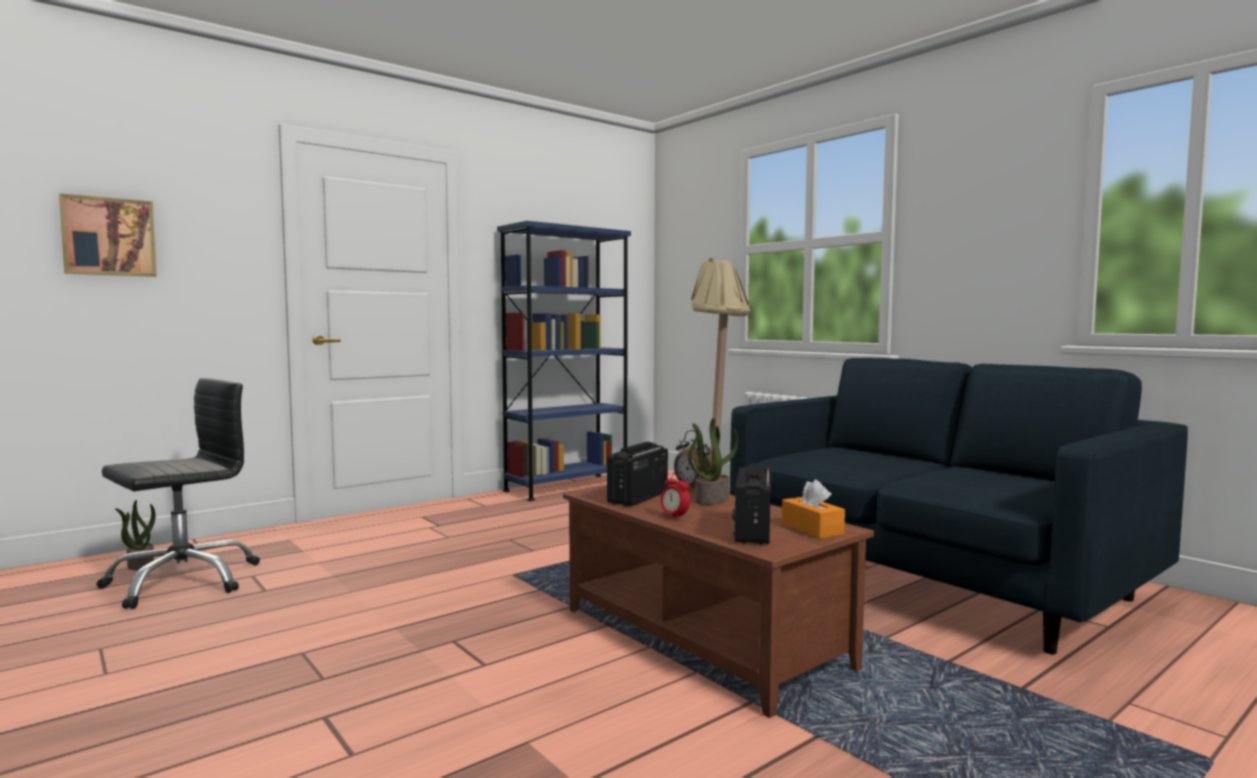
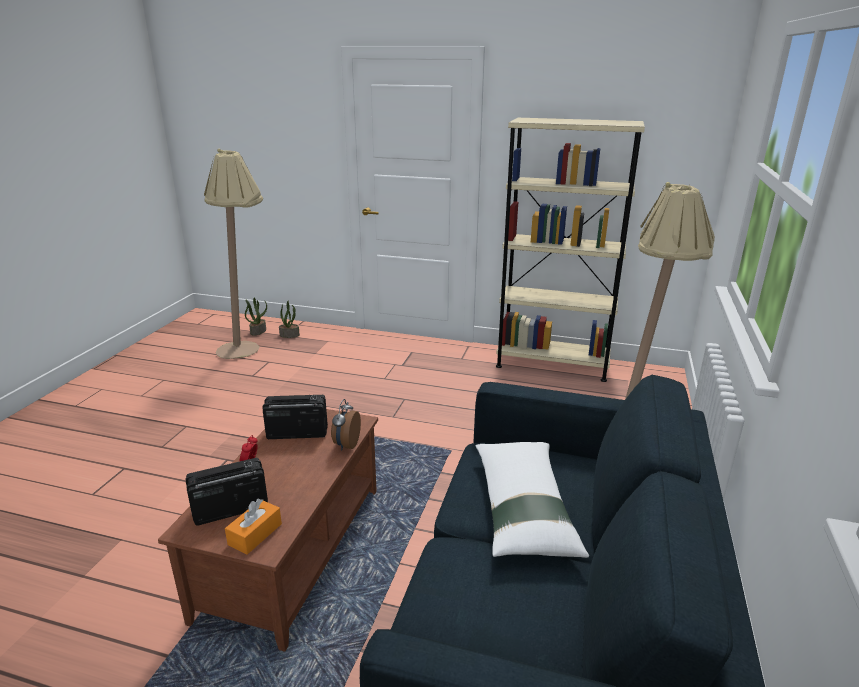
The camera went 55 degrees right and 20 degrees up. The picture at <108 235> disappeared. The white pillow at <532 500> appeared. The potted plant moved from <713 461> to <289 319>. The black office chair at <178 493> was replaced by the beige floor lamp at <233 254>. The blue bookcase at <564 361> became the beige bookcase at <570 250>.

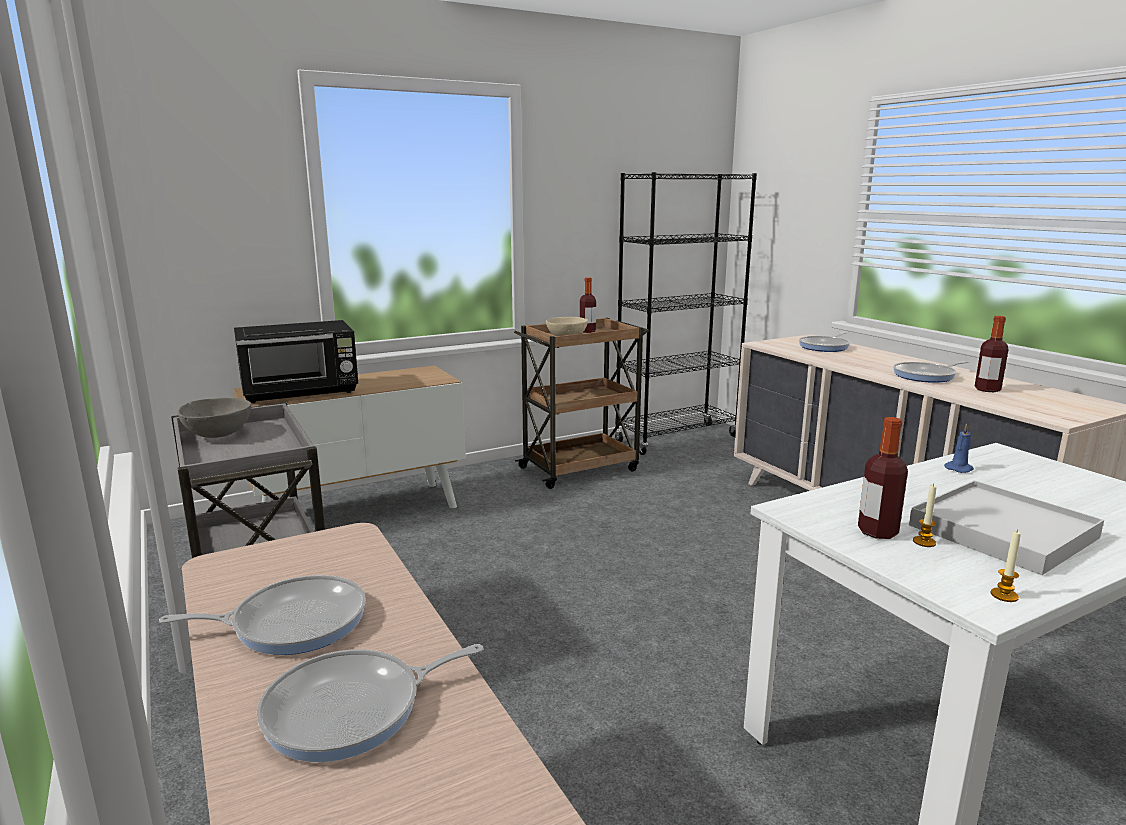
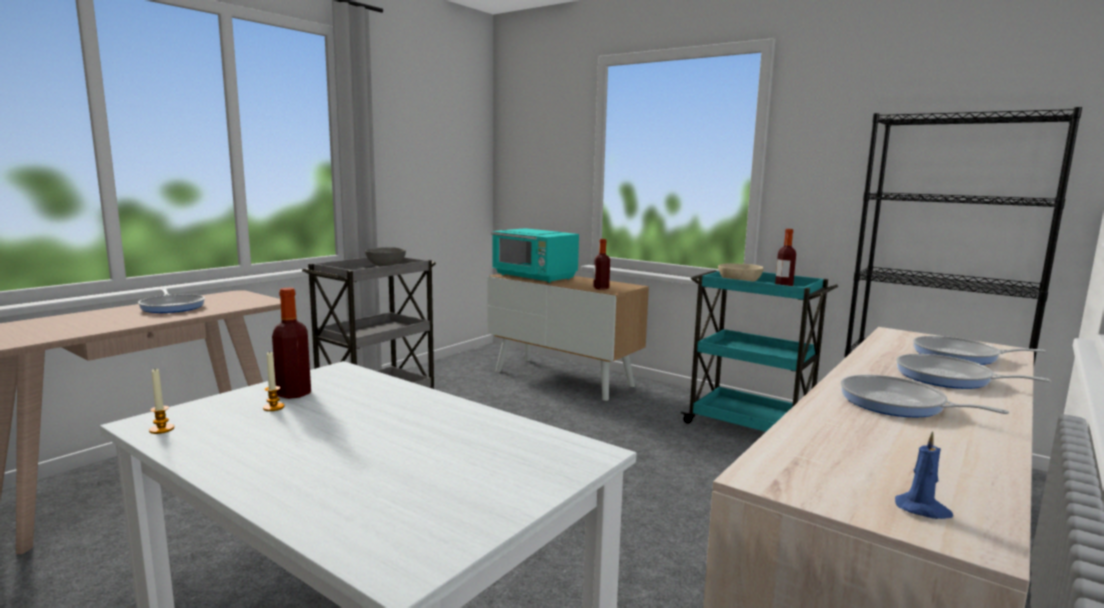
The camera went 65 degrees right and 5 degrees down. The white tray at <1006 528> disappeared. The frying pan moved from <370 703> to <973 371>. The blue candle moved from <959 448> to <924 475>. The bottle moved from <992 354> to <601 264>. The black microwave at <296 361> became the turquoise microwave at <535 255>. The brown cart at <581 403> became the turquoise cart at <759 351>.

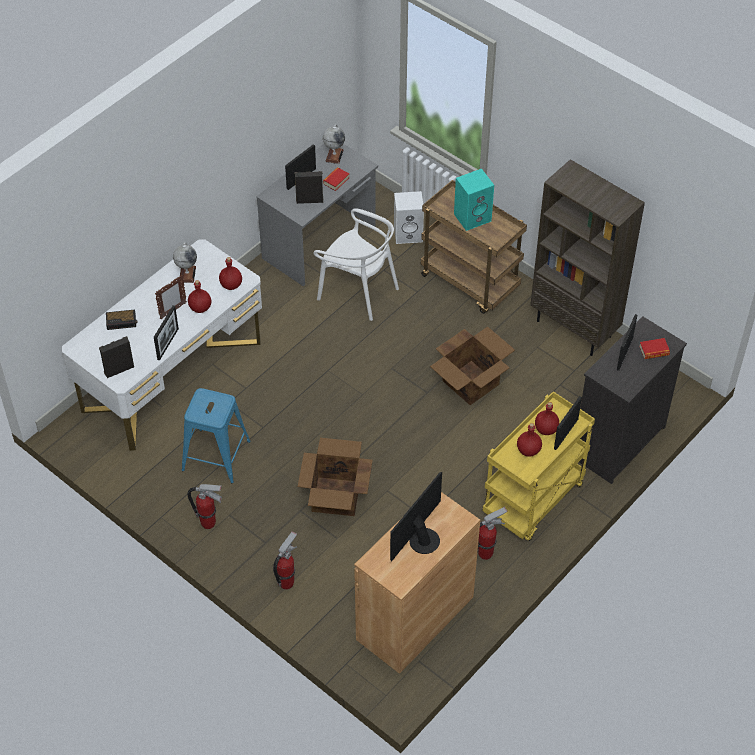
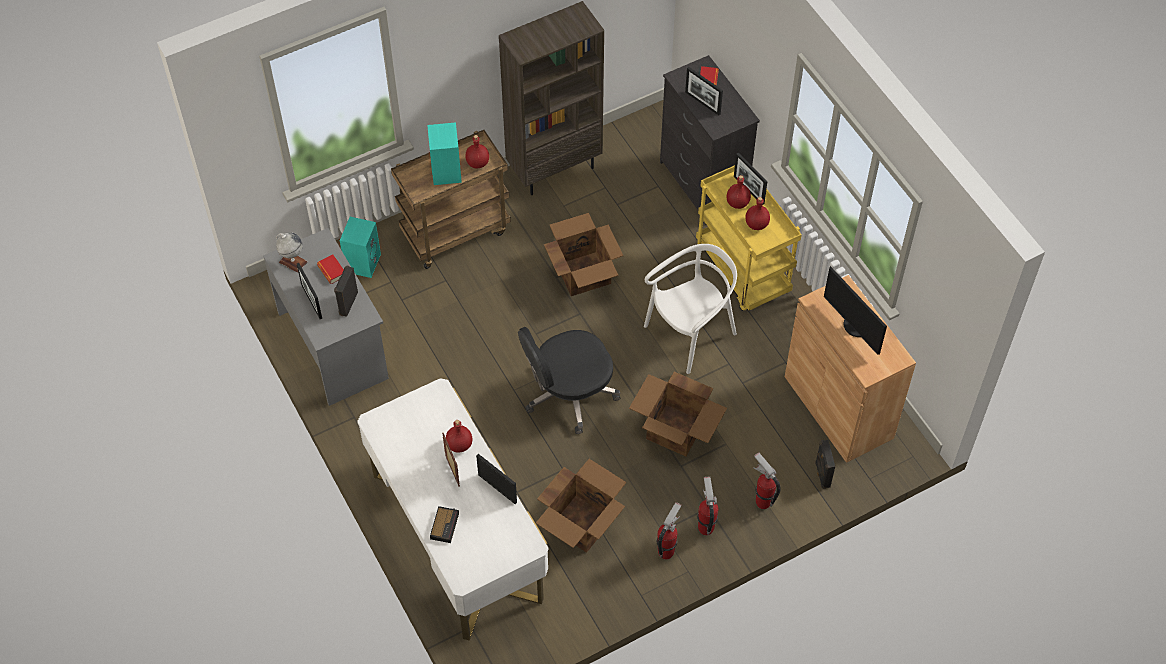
The camera went 70 degrees left and 5 degrees up. The globe at <185 262> disappeared. The black office chair at <569 380> appeared. The black speaker moved from <116 357> to <825 464>. The red bottle moved from <230 273> to <477 151>. The white chair moved from <356 264> to <690 309>. The fire extinguisher moved from <492 533> to <707 505>. The blue stool at <216 435> was replaced by the cardboard box at <581 506>. The white speaker at <409 217> became the turquoise speaker at <360 247>.

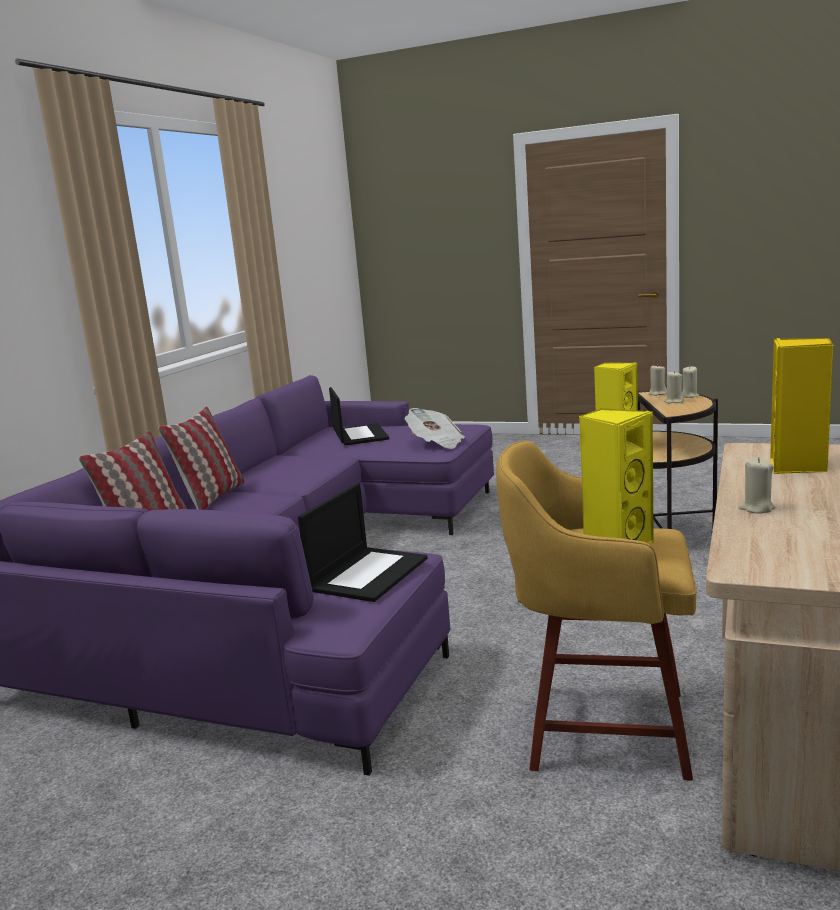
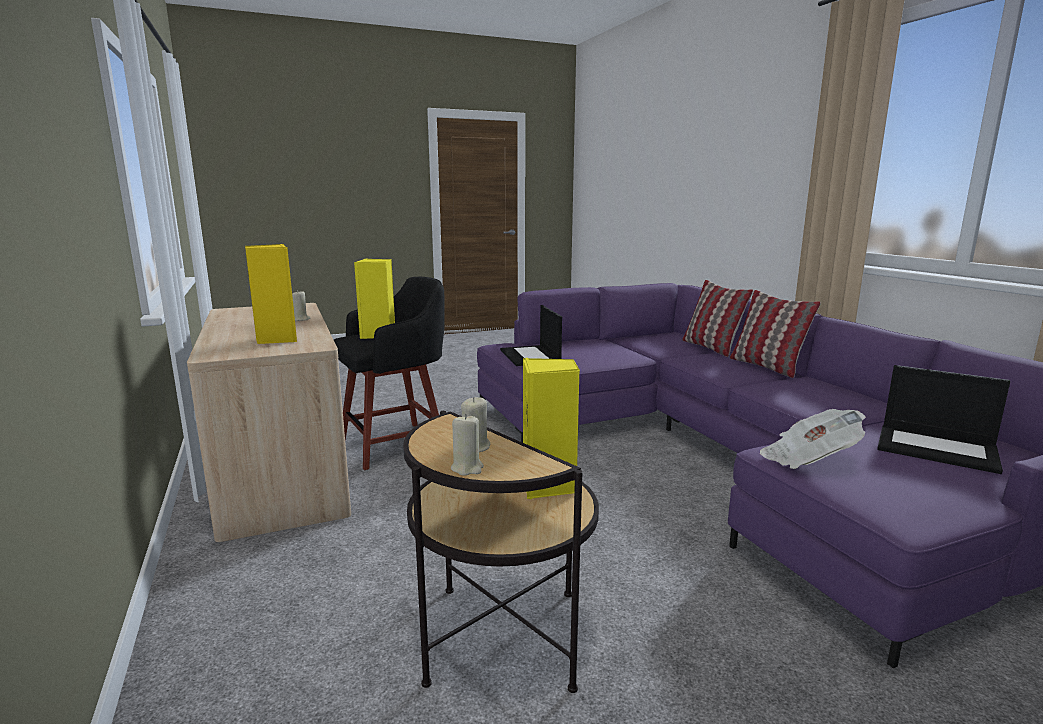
The camera went 135 degrees right and 0 degrees up. The beige candle at <658 380> disappeared. The yellow stool at <596 610> became the black stool at <389 373>.

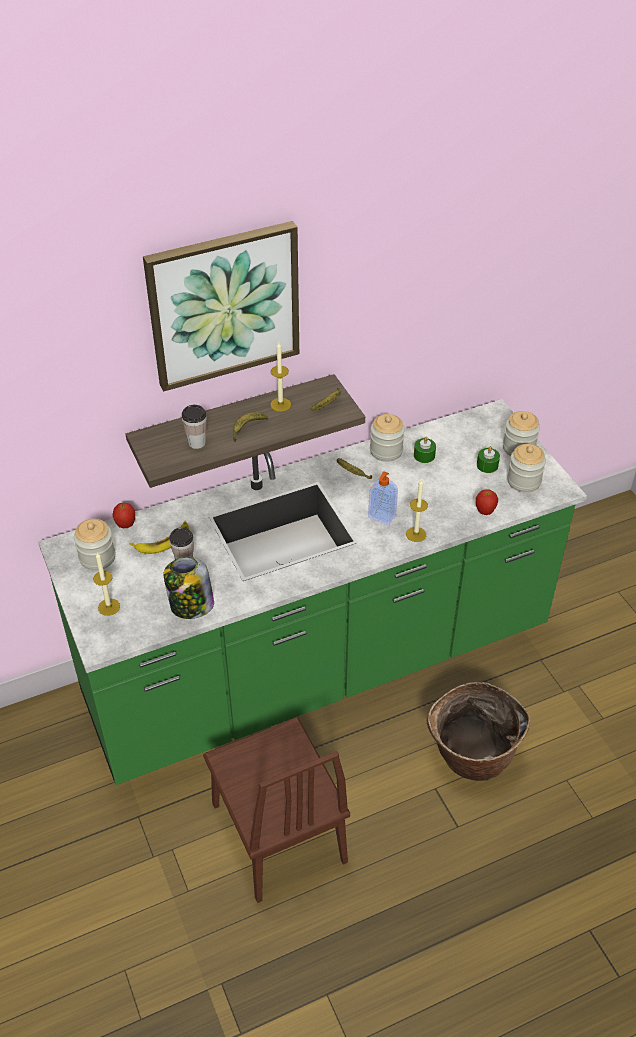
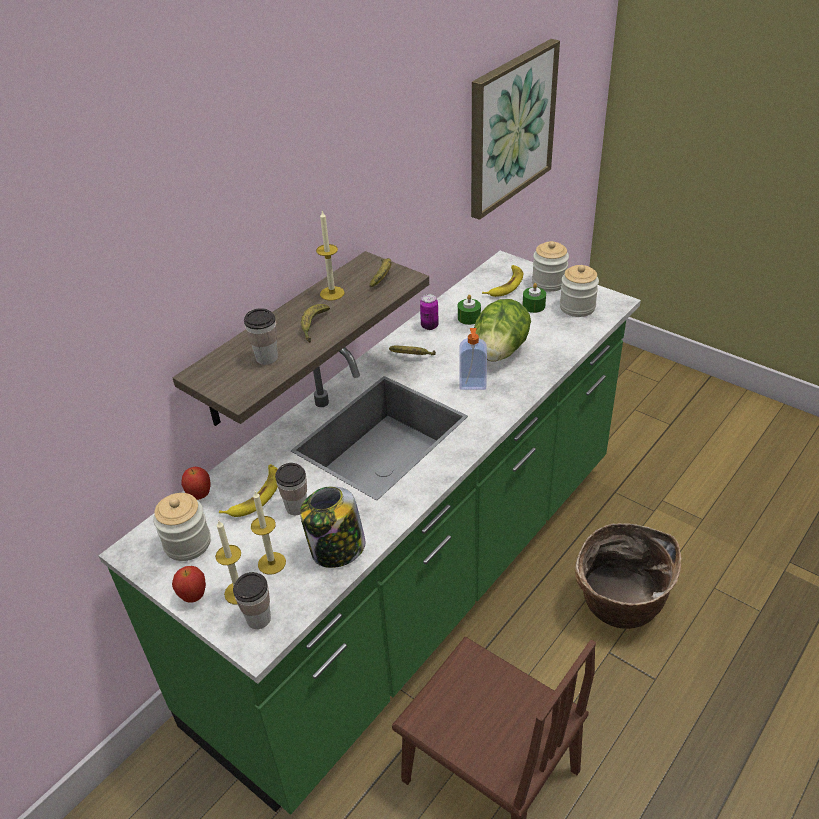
The camera went 25 degrees left and 5 degrees down. The cup at <252 600> appeared. The lettuce at <502 330> appeared. The banana at <502 281> appeared. The picture moved from <221 306> to <515 129>. The candle moved from <417 510> to <268 533>. The apple moved from <487 502> to <189 584>. The jar at <387 438> was replaced by the can at <429 312>.

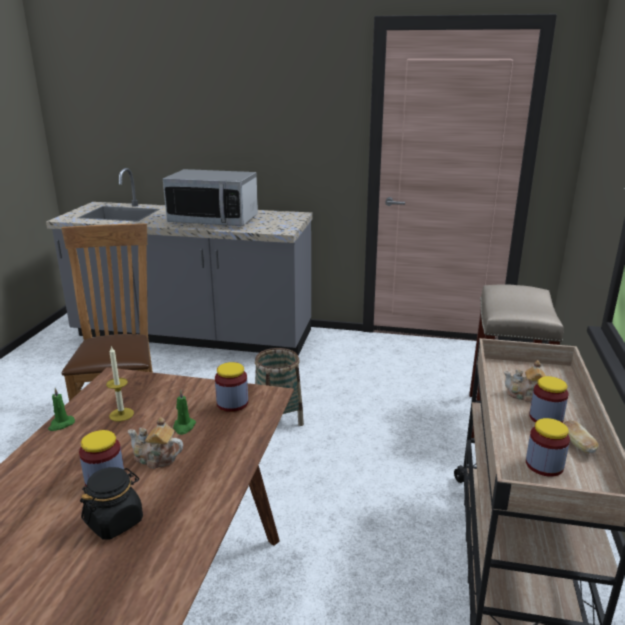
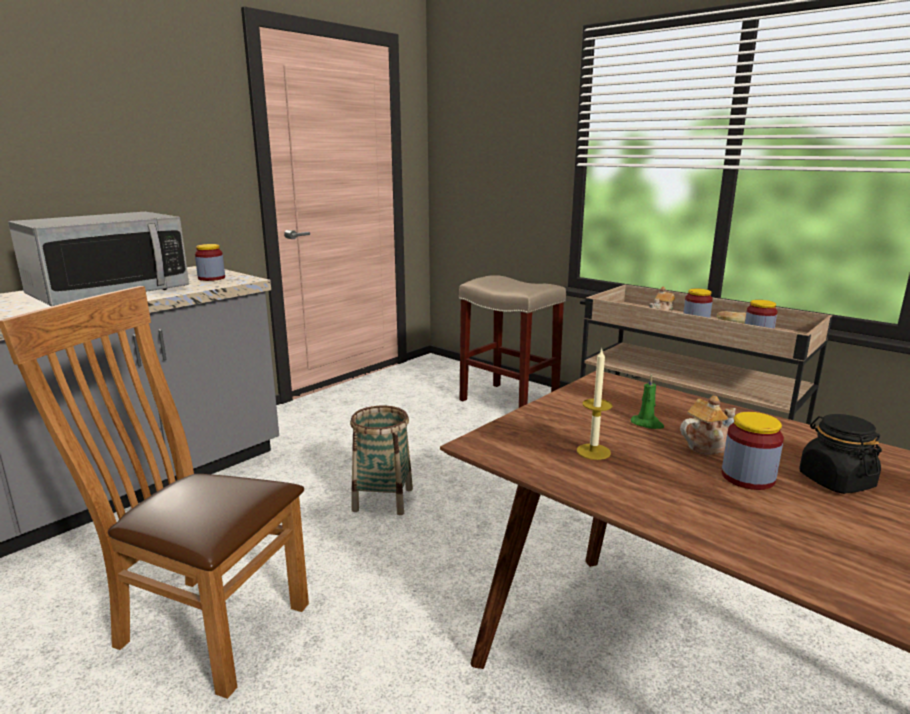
The camera went 60 degrees left and 5 degrees down. The green candle at <61 409> disappeared. The jar moved from <231 387> to <210 262>. The teapot at <155 443> turned 150 degrees counterclockwise.

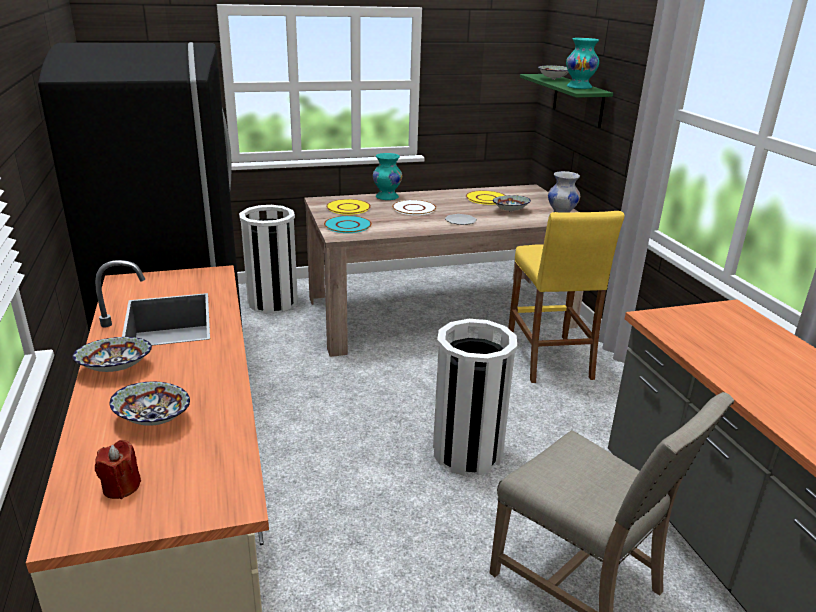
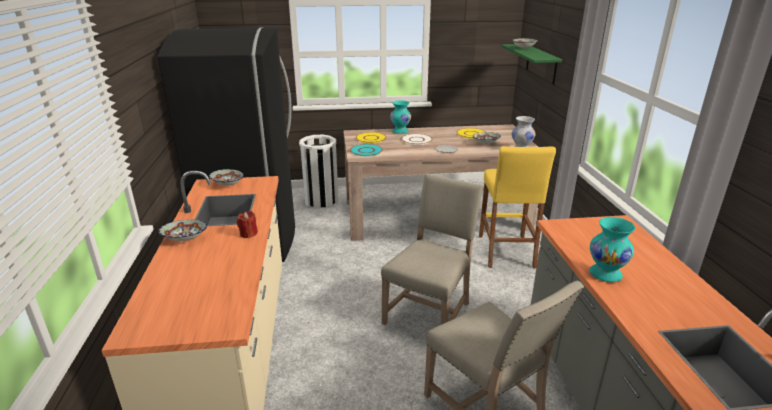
The camera went 10 degrees right and 0 degrees up. The red candle moved from <118 469> to <247 224>. The bowl moved from <150 404> to <226 177>. The turquoise vase moved from <582 63> to <612 249>. The white trash can at <475 397> was replaced by the beige chair at <432 249>.

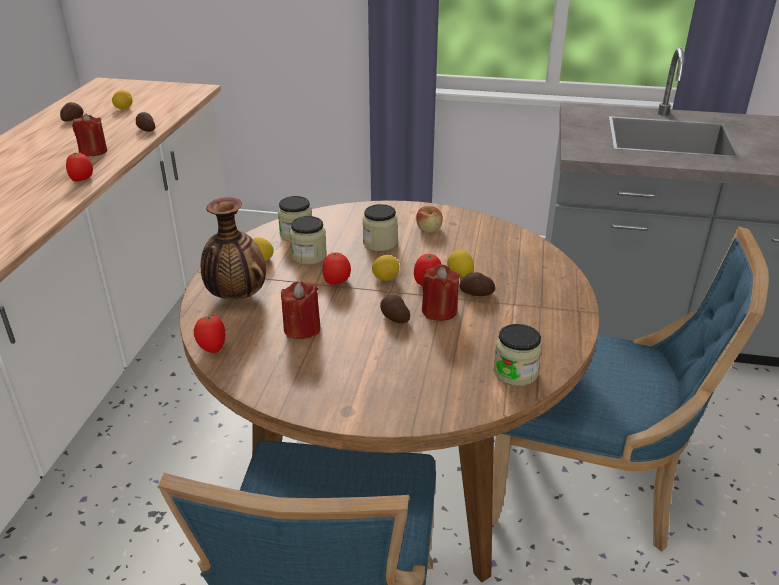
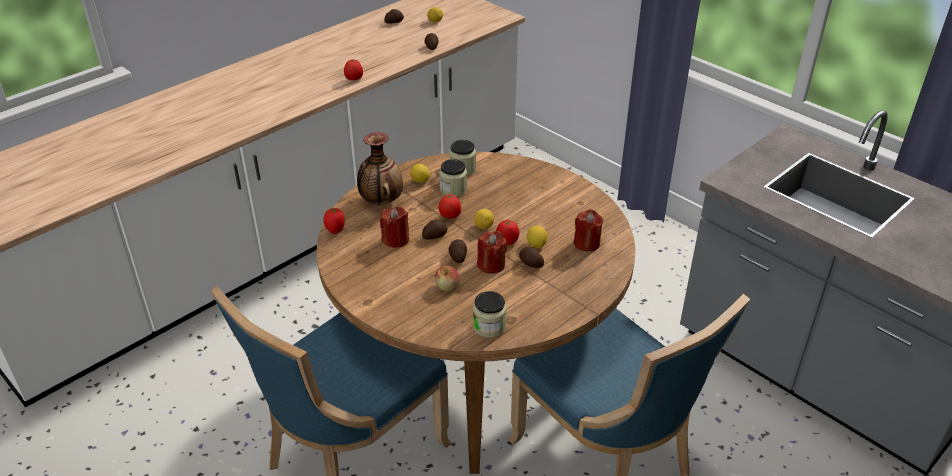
The camera went 35 degrees right and 5 degrees up. The jar at <380 227> disappeared. The potato at <435 230> appeared. The red candle moved from <89 134> to <589 230>. The apple moved from <429 219> to <447 278>.

